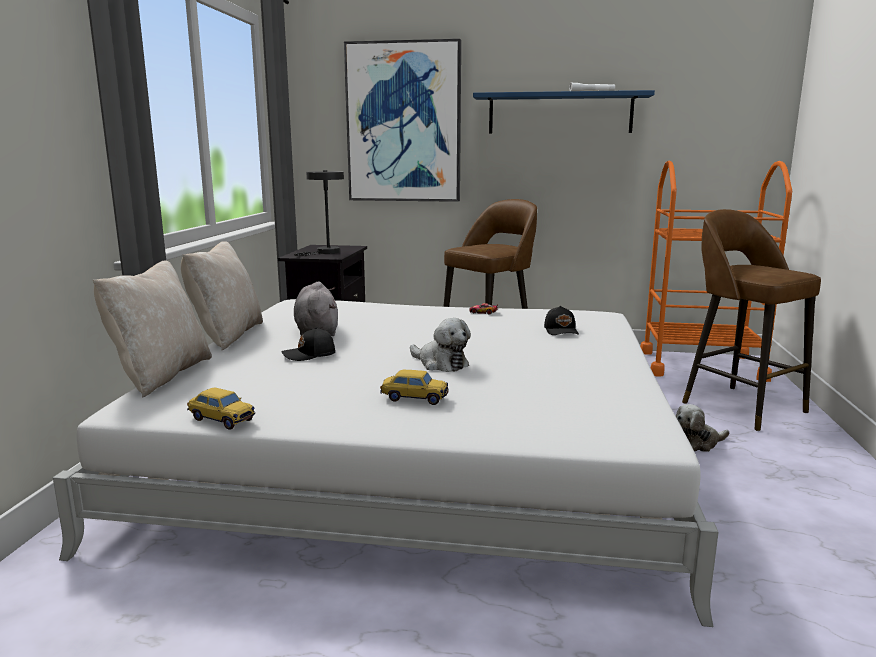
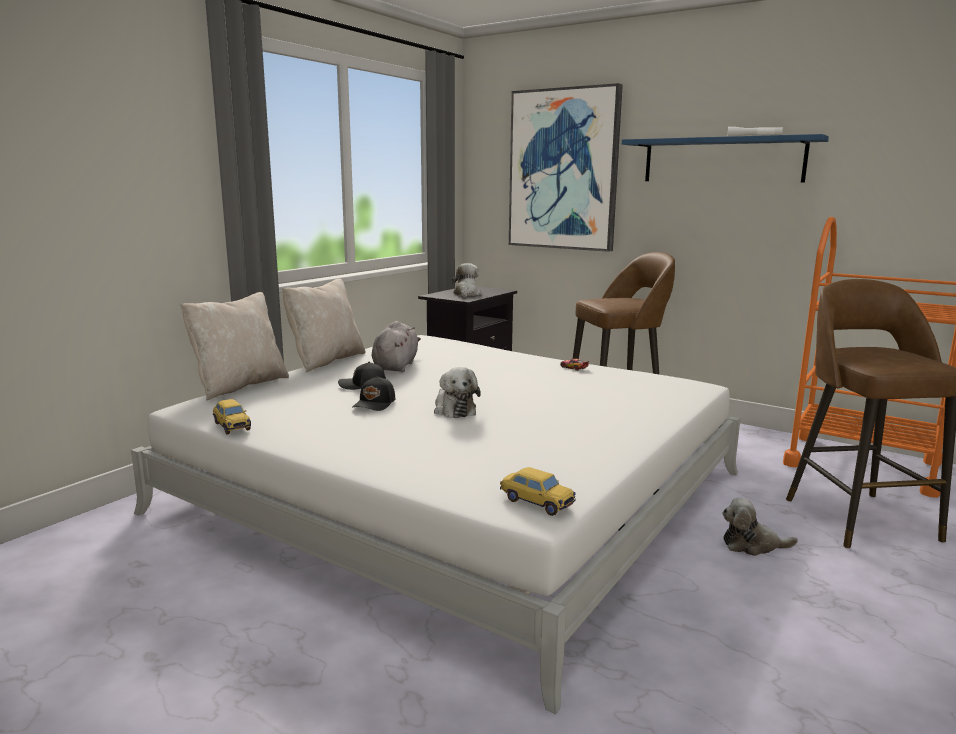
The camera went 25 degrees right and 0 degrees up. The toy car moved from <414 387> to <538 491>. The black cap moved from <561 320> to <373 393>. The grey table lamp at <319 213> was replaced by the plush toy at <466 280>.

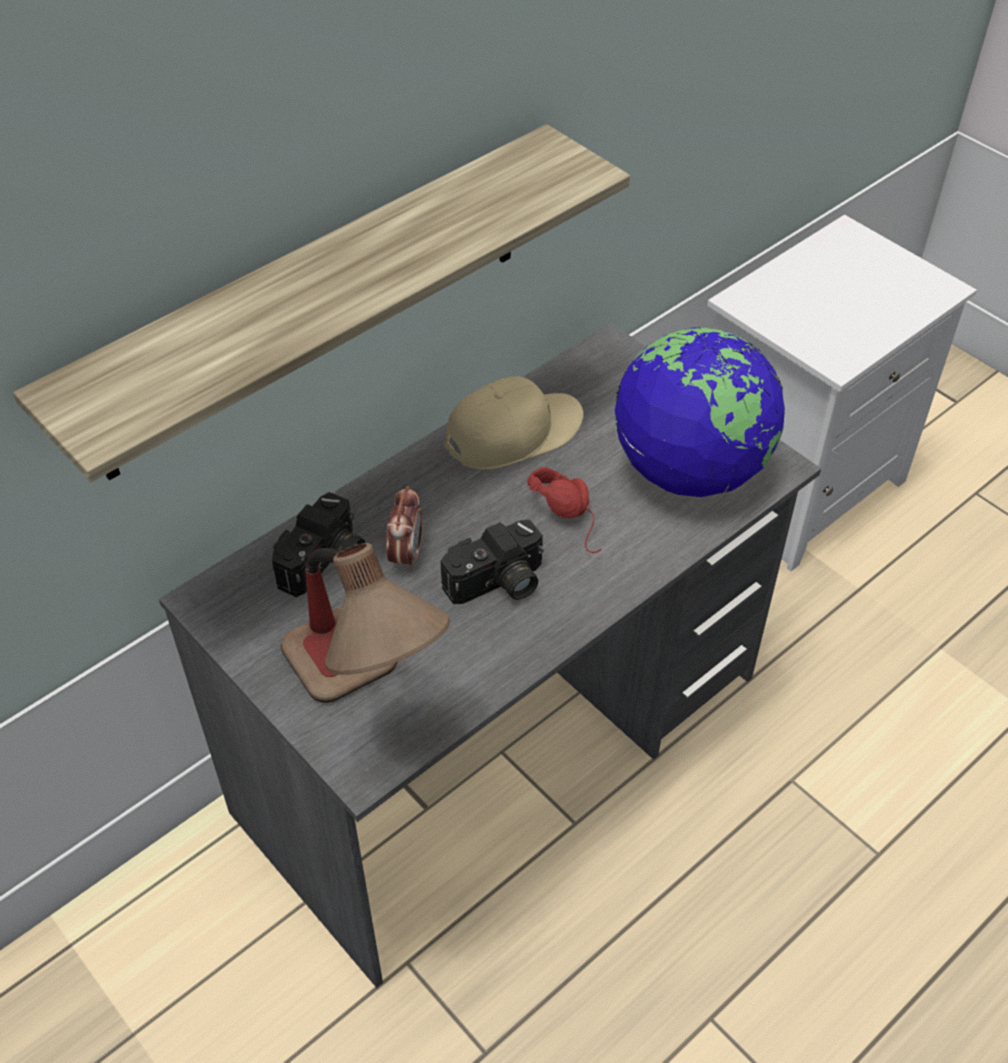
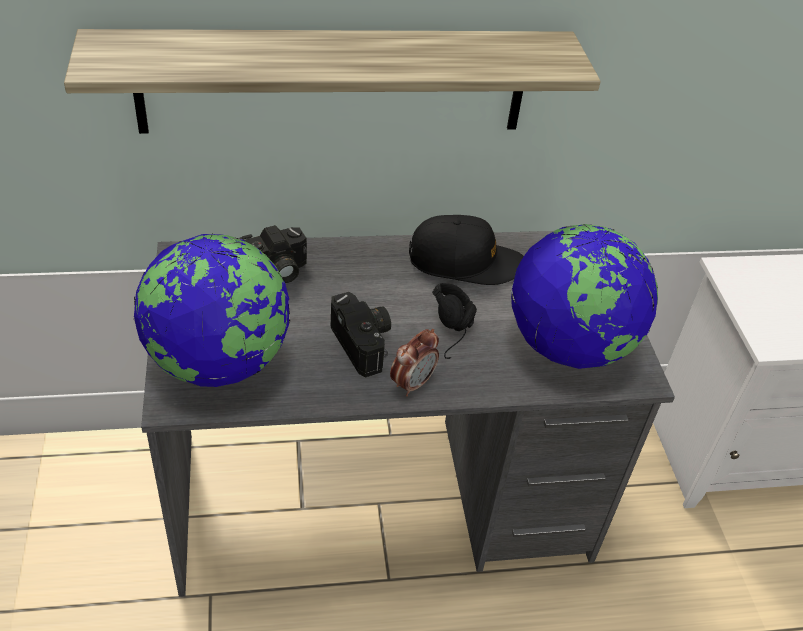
The camera went 30 degrees right and 5 degrees down. The alarm clock moved from <404 528> to <414 362>. The table lamp at <365 623> was replaced by the globe at <212 310>. The beige cap at <514 423> became the black cap at <466 250>. The red headphones at <564 510> became the black headphones at <454 321>. The photo camera at <492 562> turned 120 degrees counterclockwise.

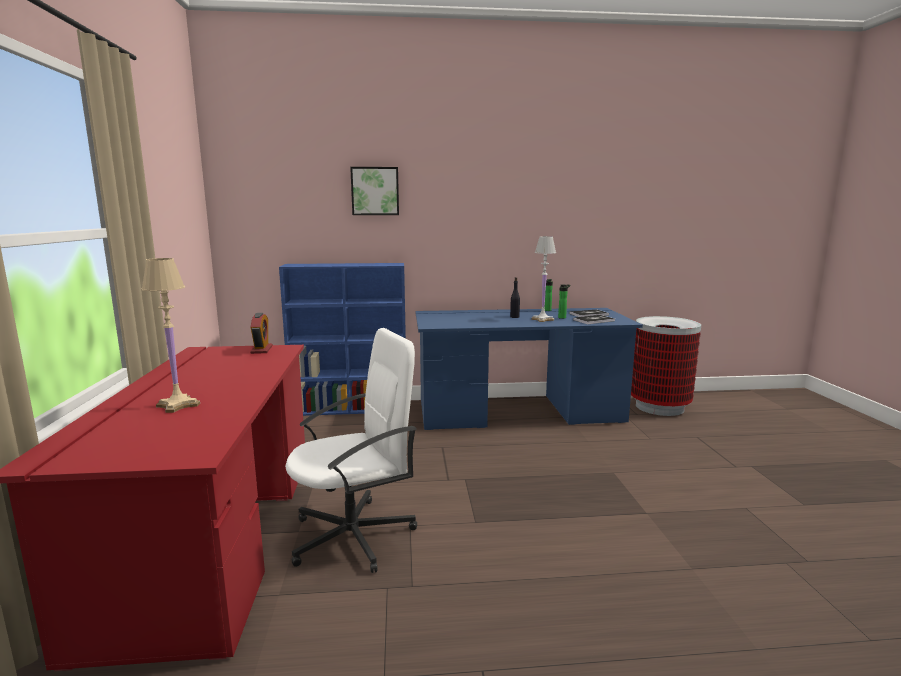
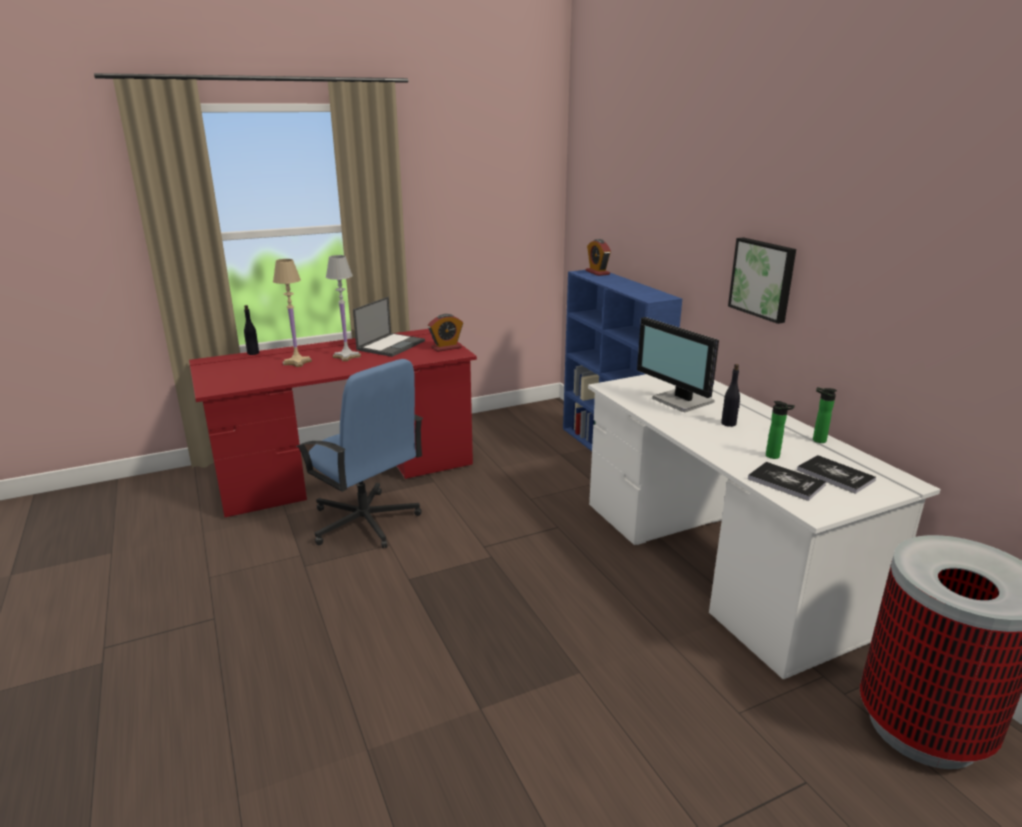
The camera went 70 degrees right and 10 degrees up. The black bottle at <251 330> appeared. The laptop at <389 327> appeared. The alarm clock at <598 257> appeared. The monitor at <678 365> appeared. The picture moved from <374 191> to <762 280>. The white table lamp moved from <543 279> to <343 308>. The white office chair at <351 450> became the blue office chair at <359 453>. The blue desk at <529 369> became the white desk at <764 526>.

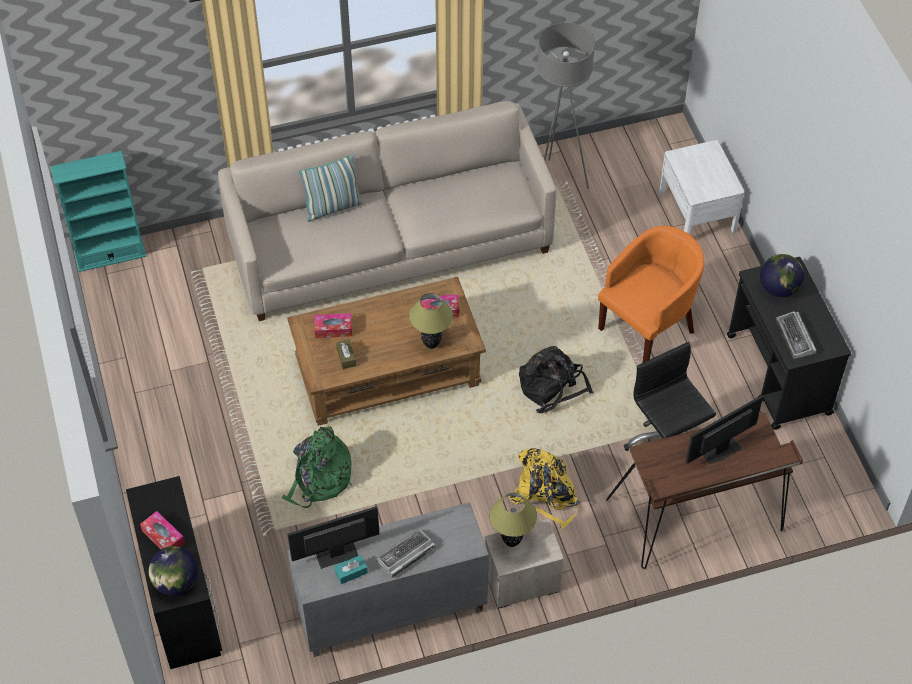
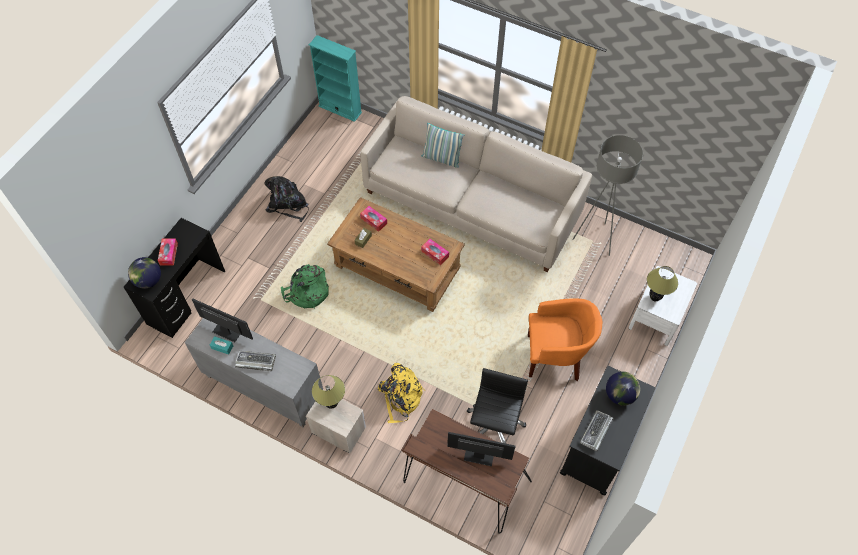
The camera went 45 degrees right and 5 degrees up. The table lamp moved from <431 321> to <662 284>. The black backpack moved from <556 379> to <286 199>.

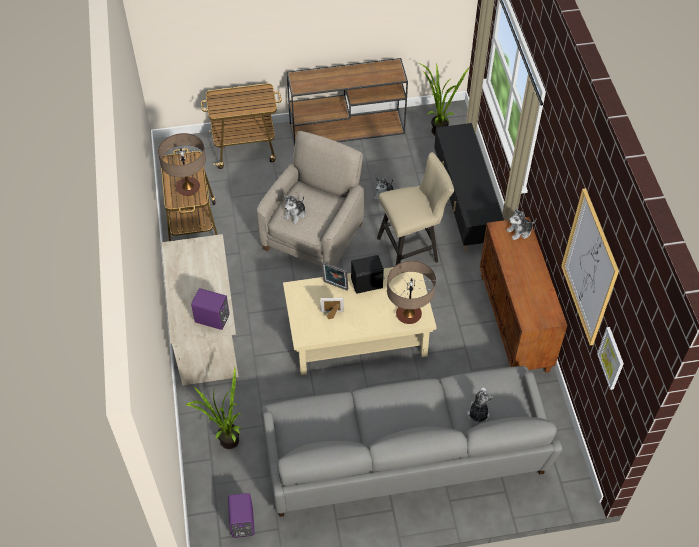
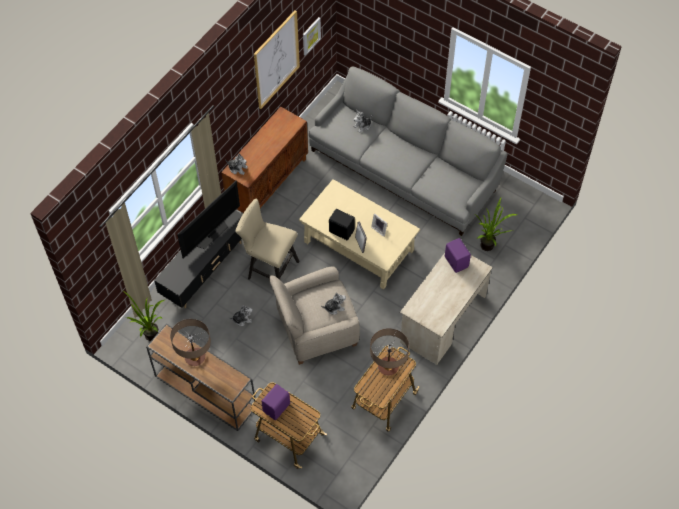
The camera went 135 degrees left and 5 degrees up. The television at <208 219> appeared. The purple speaker moved from <241 515> to <275 402>. The table lamp moved from <411 292> to <190 342>.

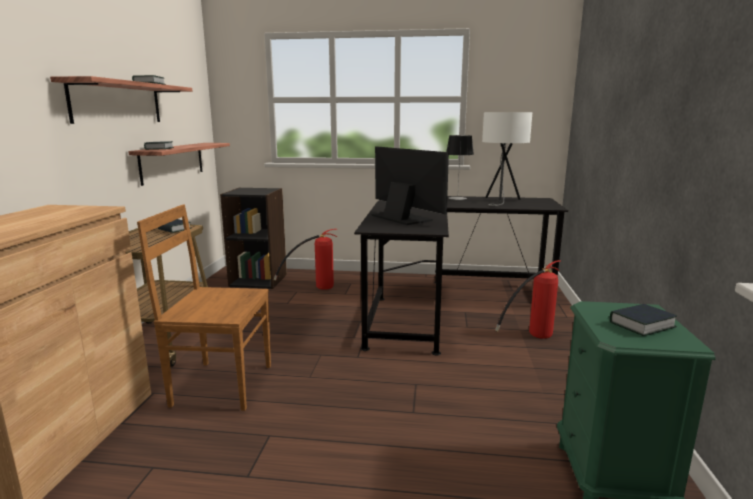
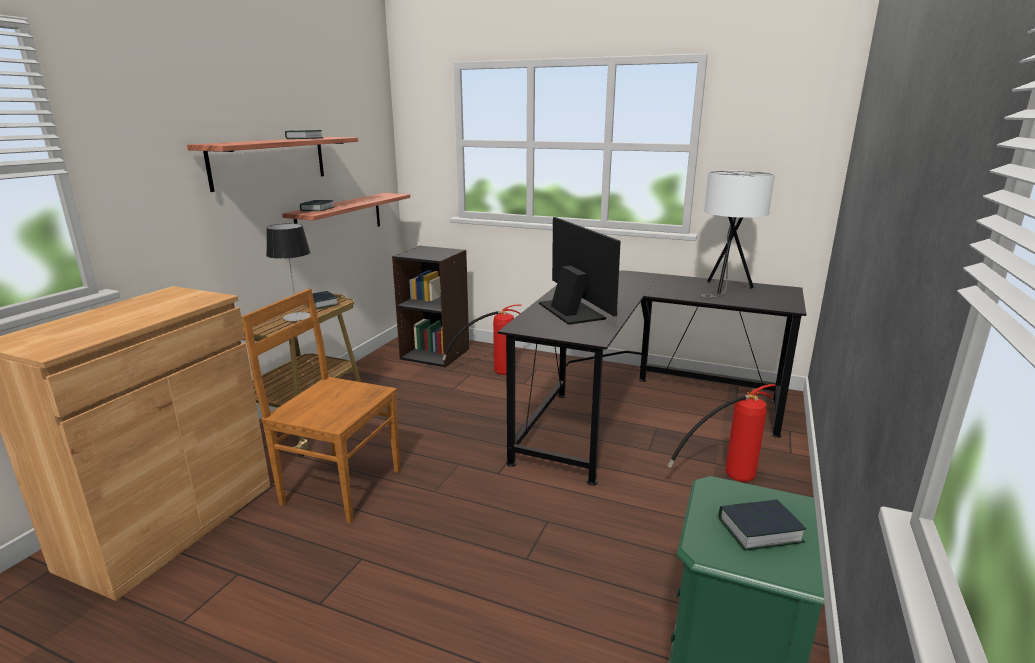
The camera went 15 degrees right and 5 degrees up. The table lamp moved from <460 167> to <288 272>.

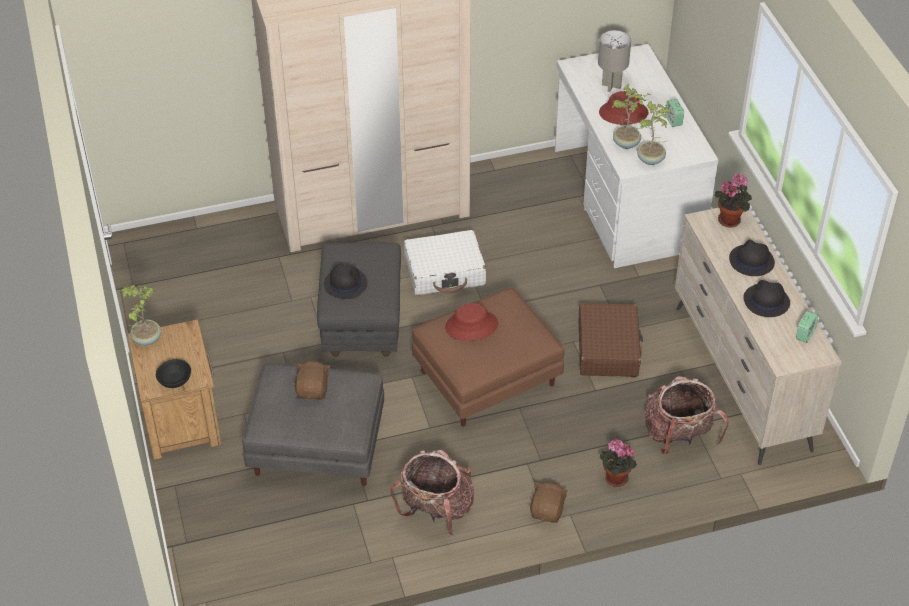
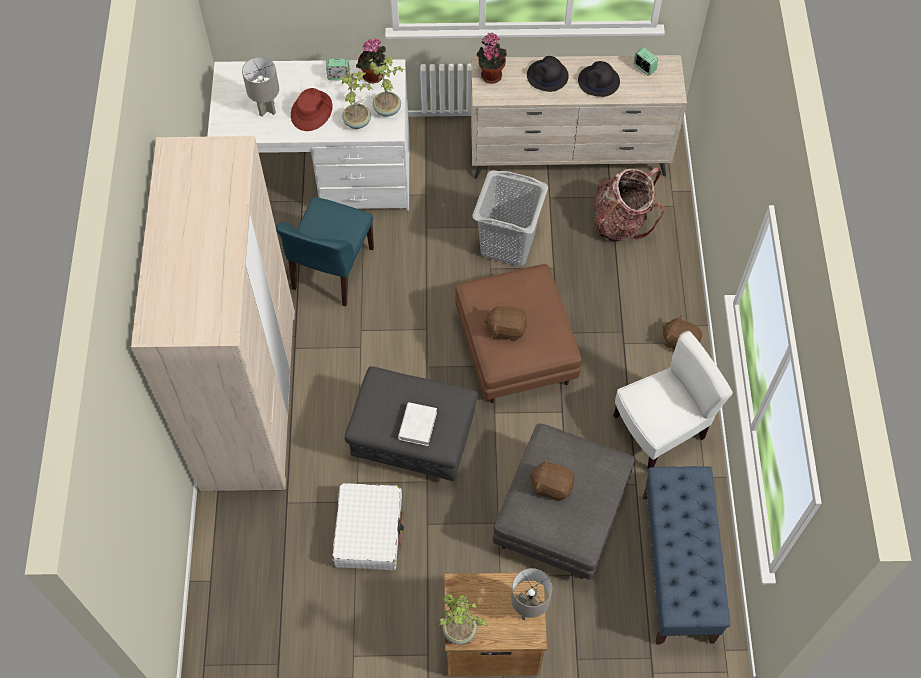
The camera went 75 degrees left and 15 degrees up. The blue chair at <325 252> appeared. The blue bench at <686 555> appeared. The white suitcase moved from <445 262> to <368 526>. The potted plant moved from <618 463> to <371 61>. The black bowl at <173 373> was replaced by the grey table lamp at <531 594>. The black hat at <346 281> was replaced by the white book at <417 424>. The backpack at <432 492> was replaced by the white chair at <673 399>. The red hat at <471 322> was replaced by the brown plush toy at <505 321>. The brown suitcase at <611 340> was replaced by the grey laundry basket at <510 218>.

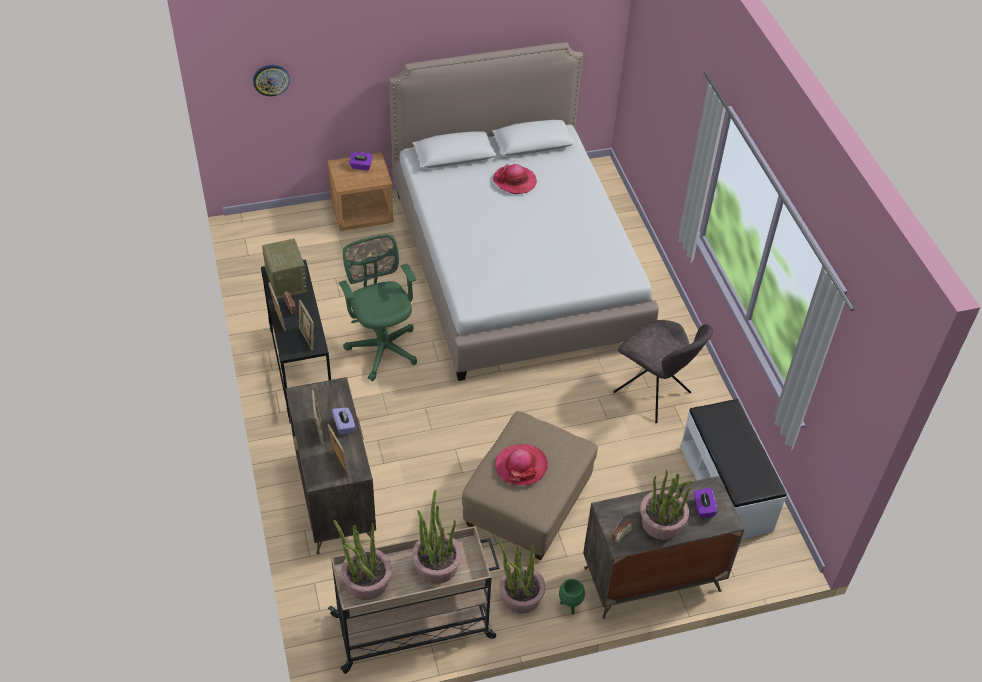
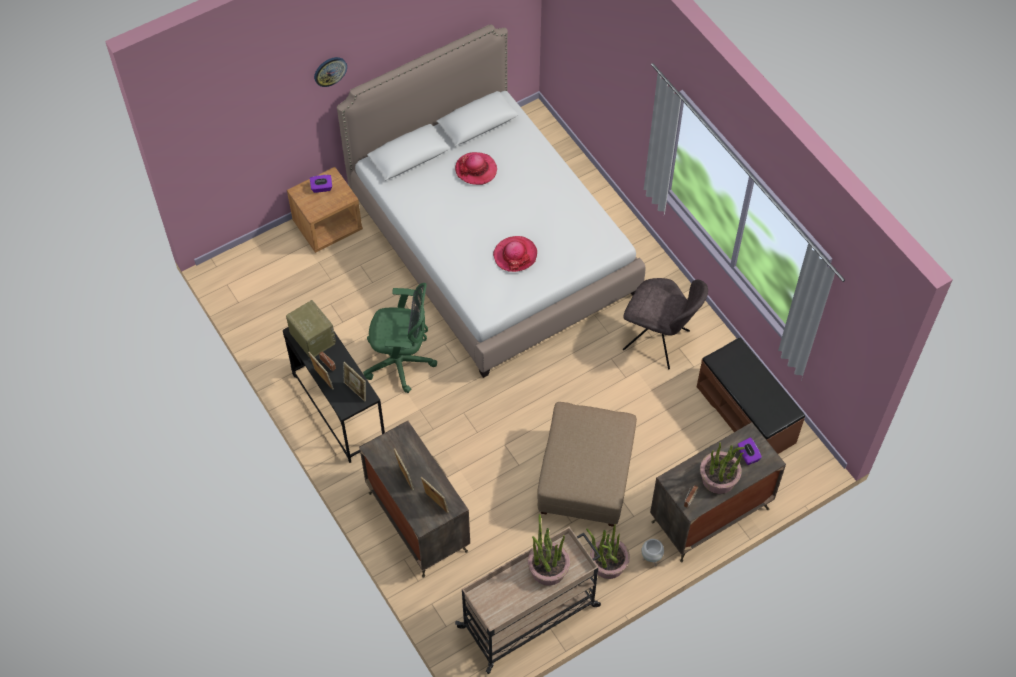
The camera went 15 degrees left and 10 degrees up. The purple tissue box at <343 421> disappeared. The potted plant at <363 560> disappeared. The wall clock moved from <271 81> to <330 72>. The hat moved from <521 464> to <515 254>. The green planter at <572 597> became the white planter at <652 552>. The white bench at <733 469> became the brown bench at <751 395>. The green office chair at <378 307> turned 135 degrees clockwise.

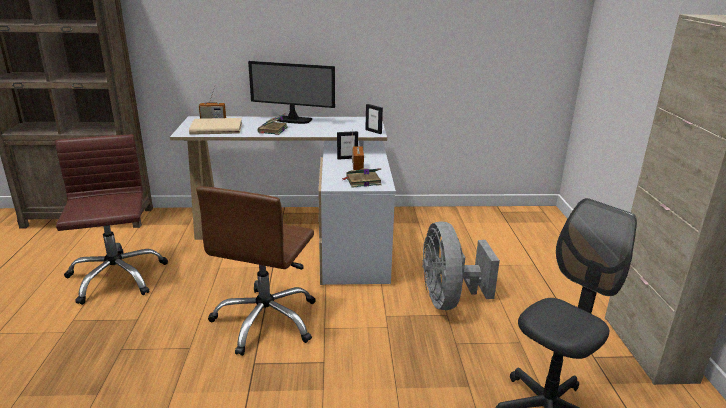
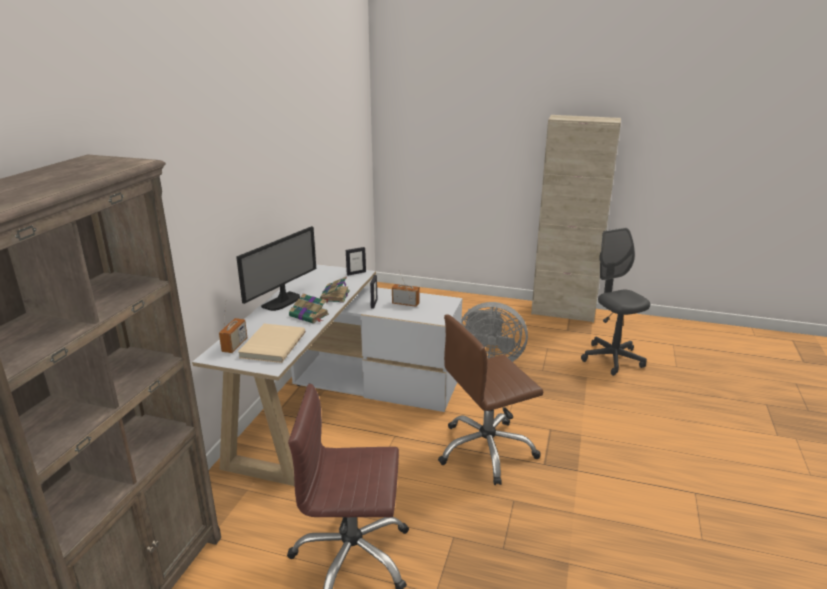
The camera went 70 degrees left and 0 degrees up. The book moved from <361 178> to <335 289>. The brown office chair at <256 271> turned 120 degrees clockwise.

